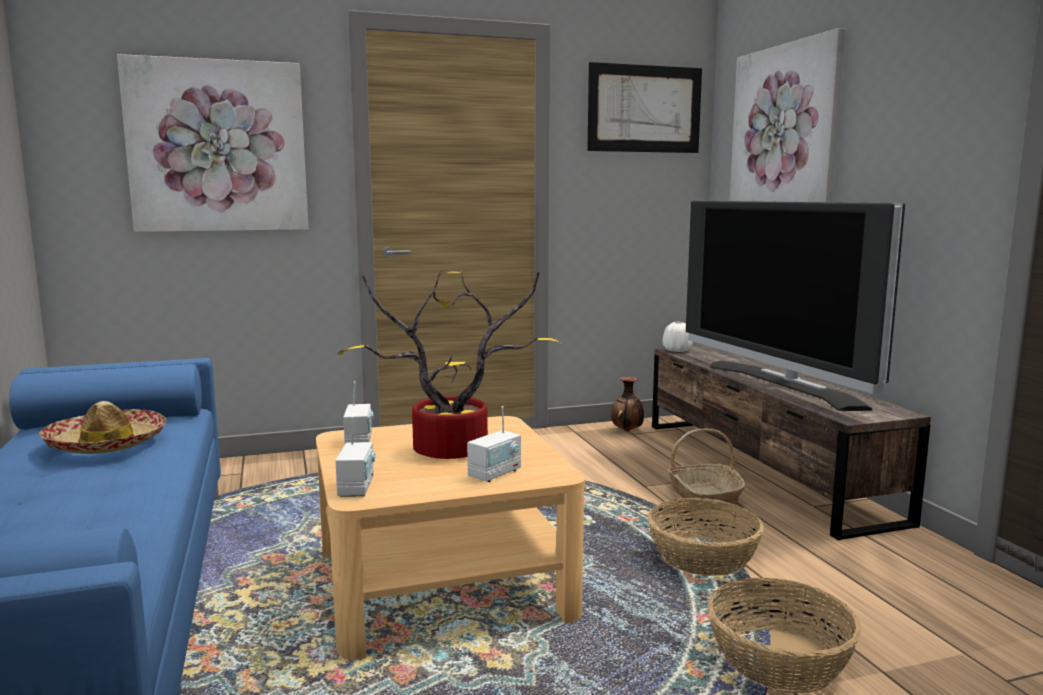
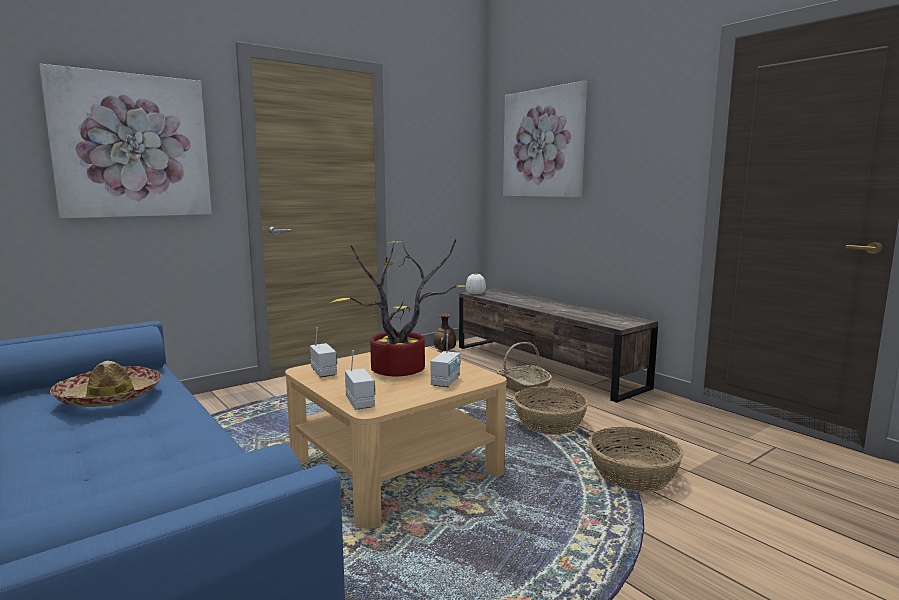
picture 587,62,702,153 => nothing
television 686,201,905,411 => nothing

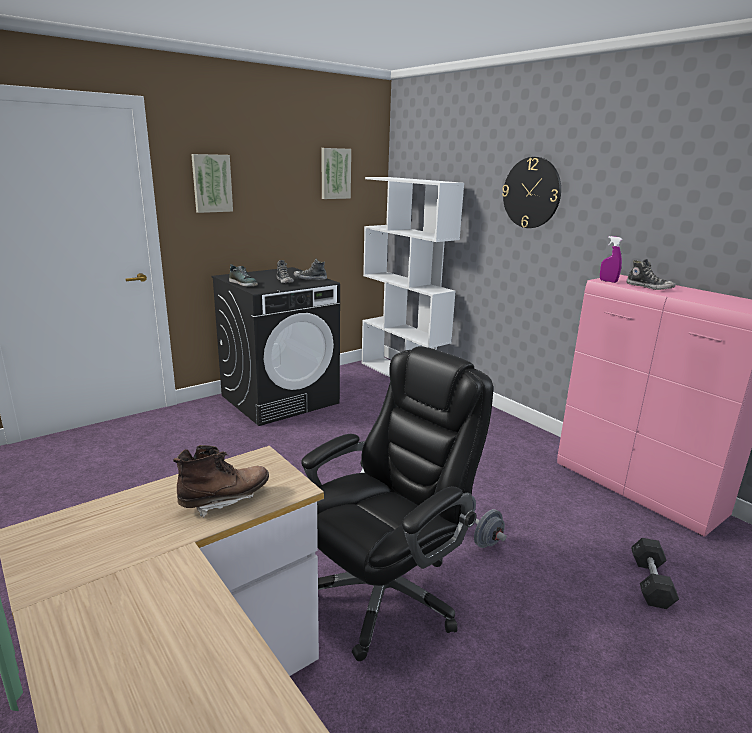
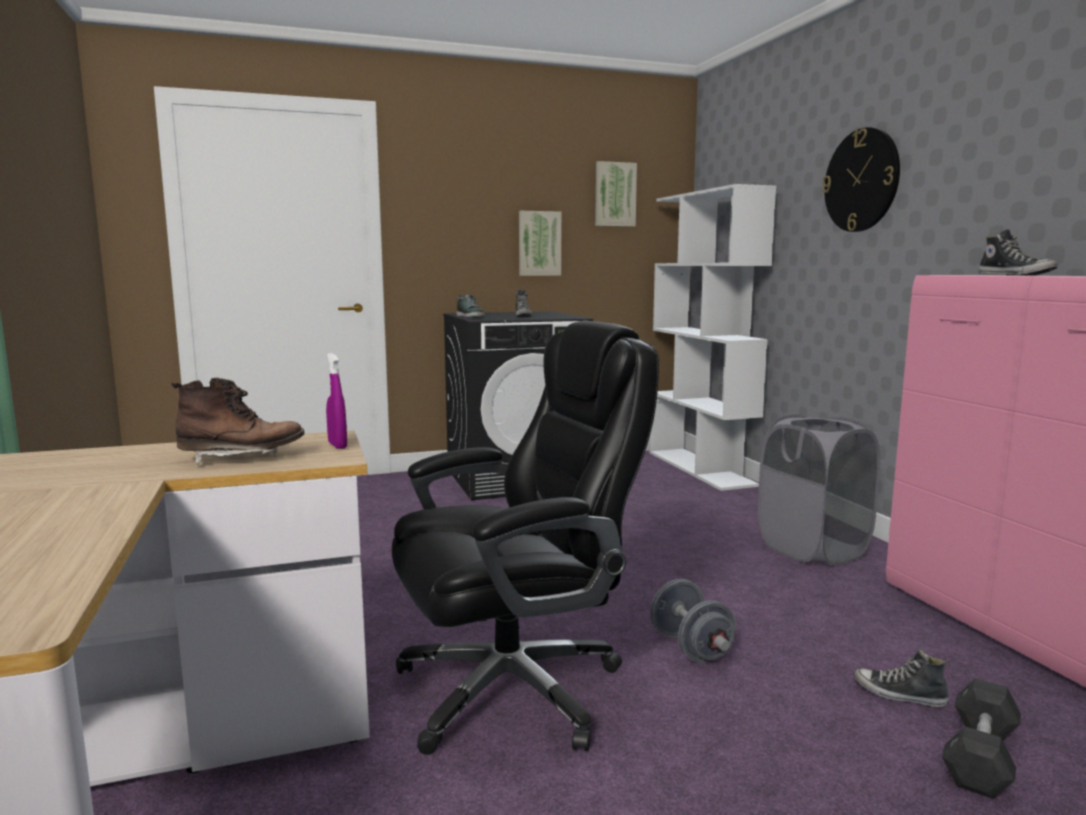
picture 191,154,233,213 => picture 519,211,561,276, shifted
spray bottle (purple) 600,236,622,283 => spray bottle (purple) 326,353,347,449, shifted
shoe 294,259,327,280 => shoe 854,649,949,707, shifted
nothing => laundry basket (grey) 758,414,880,566

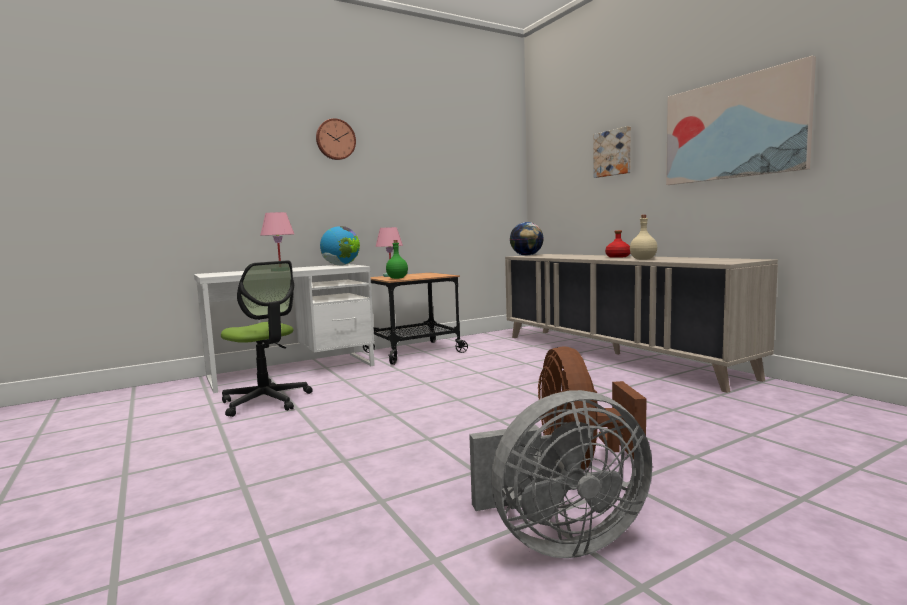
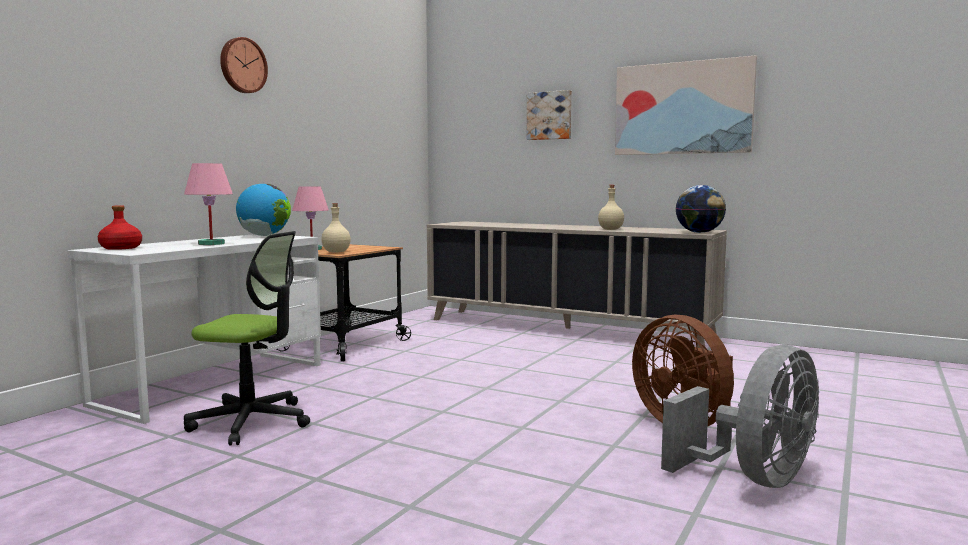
globe 510,222,544,256 => globe 675,185,726,233, shifted
bottle (red) 605,230,630,258 => bottle (red) 98,206,142,250, shifted
bottle (green) 386,240,408,279 => bottle (beige) 321,203,351,253

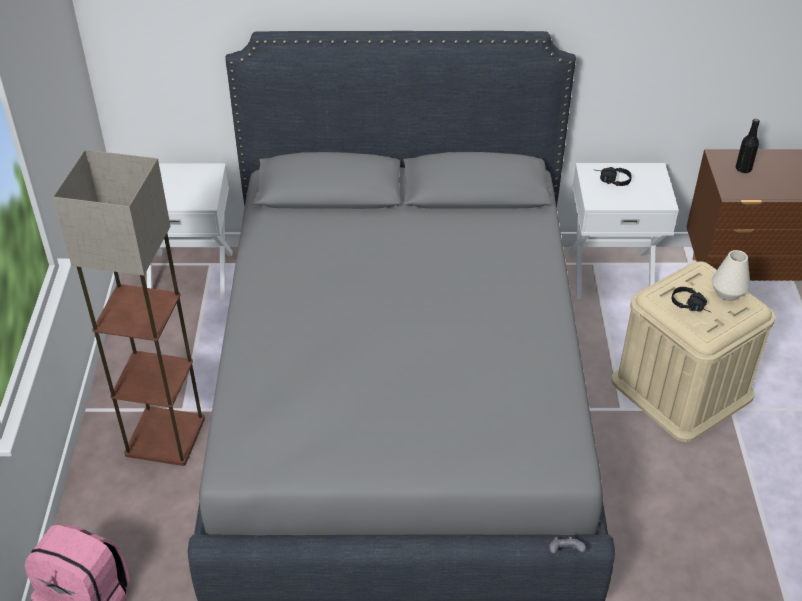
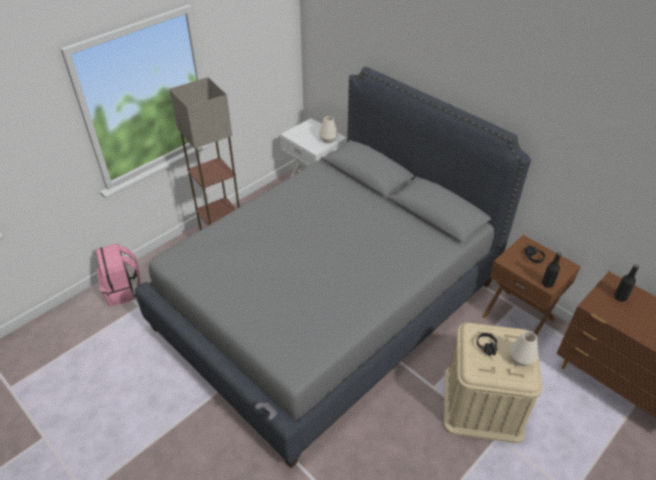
nightstand (white) 569,163,679,299 => nightstand (brown) 482,235,581,336
nothing => vase (white) 319,116,338,143
nothing => bottle (black) 542,252,561,288

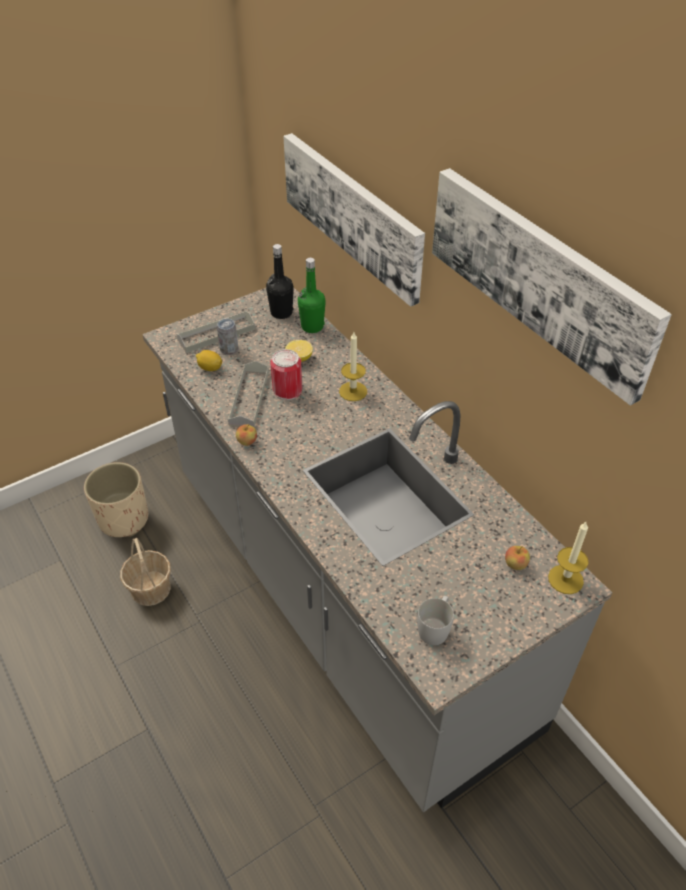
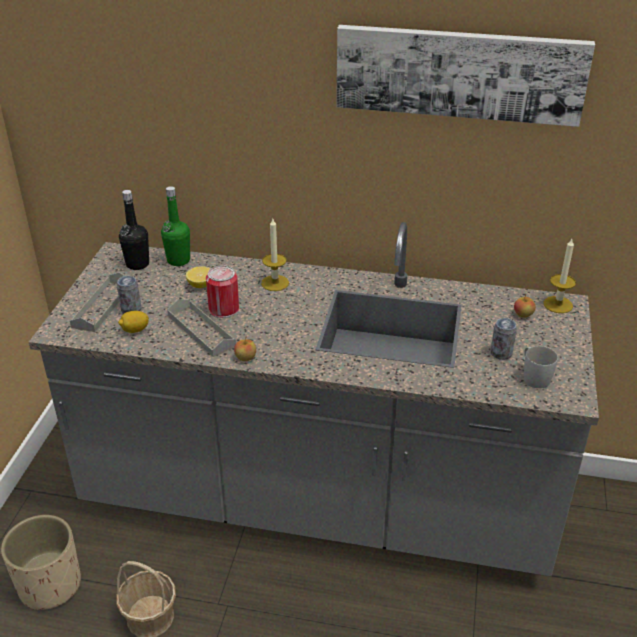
picture 283,133,425,307 => nothing
nothing => can 491,318,517,360

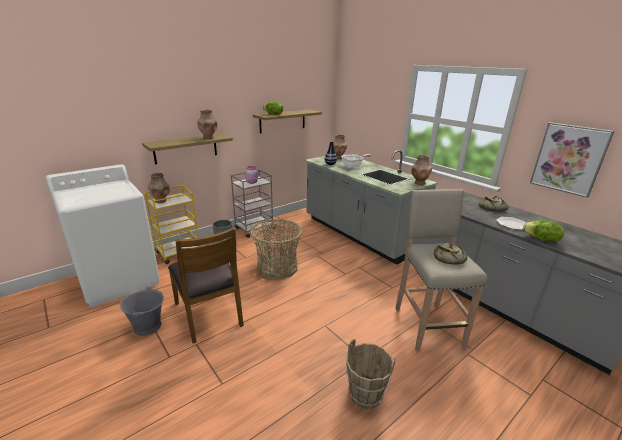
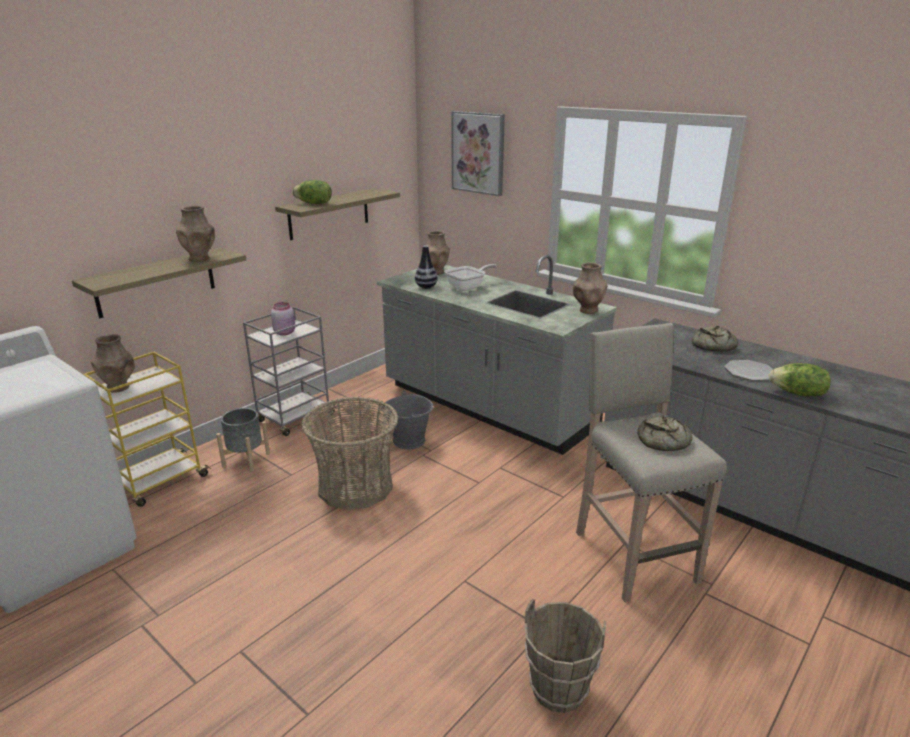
picture 530,122,614,198 => picture 452,111,505,196, shifted
chair (brown) 168,227,244,343 => nothing
bucket (grey) 120,287,164,336 => bucket (grey) 381,391,433,450, shifted

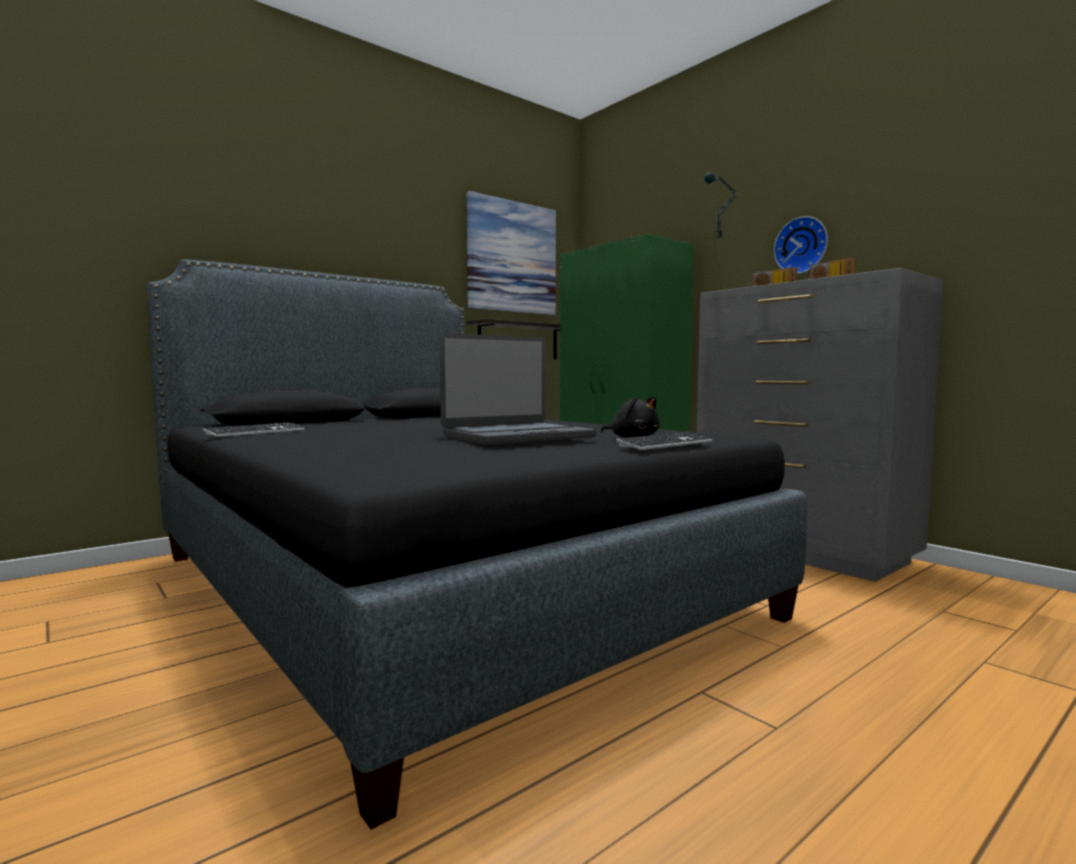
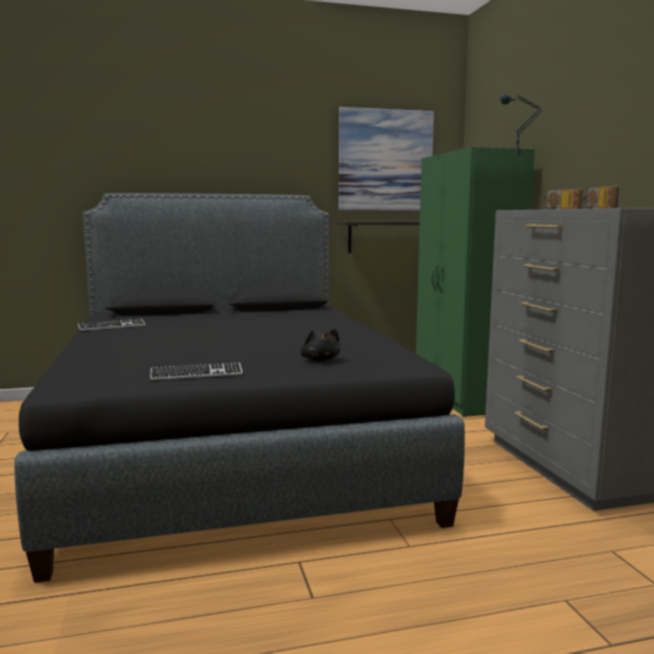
wall clock 774,216,828,274 => nothing
laptop 440,333,597,445 => nothing
keyboard 616,432,712,450 => keyboard 150,363,243,380, shifted

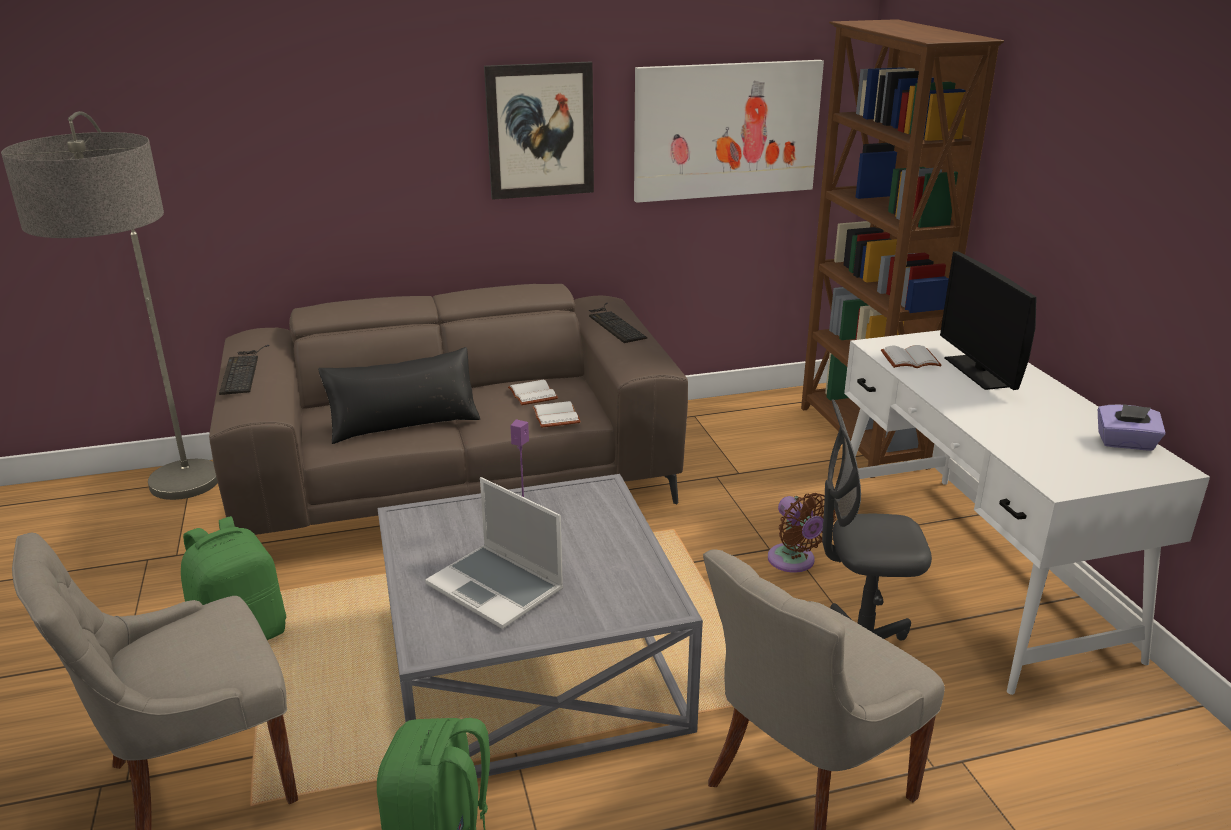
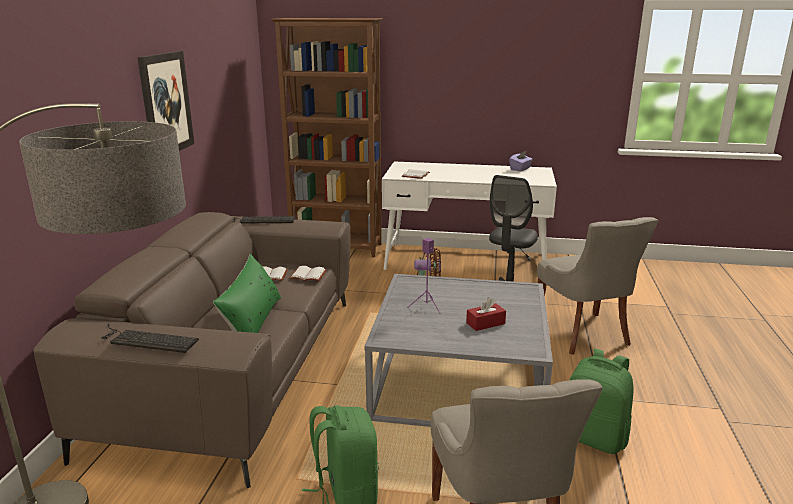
picture 634,60,824,203 => nothing
monitor 940,251,1037,390 => nothing
pillow (black) 318,347,480,444 => pillow (green) 213,254,281,333
laptop 425,477,564,629 => tissue box (red) 466,297,506,331

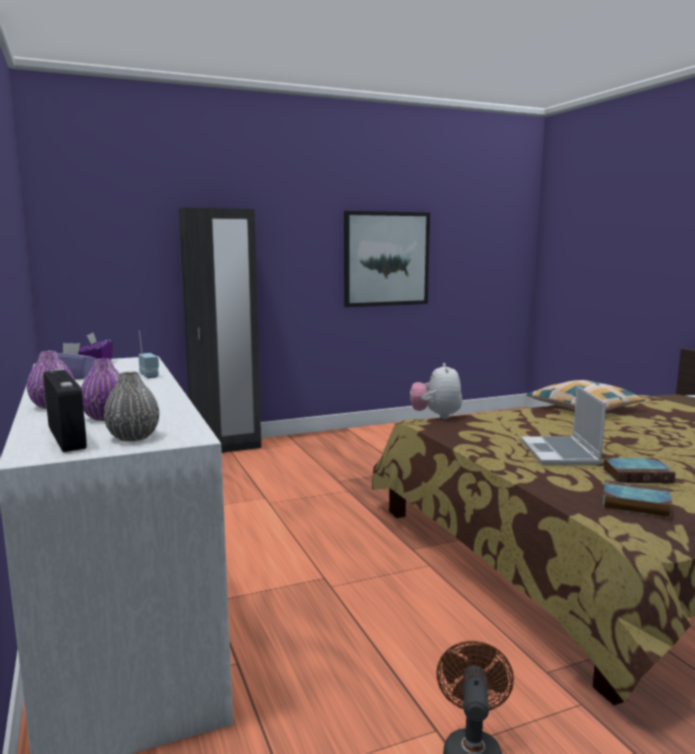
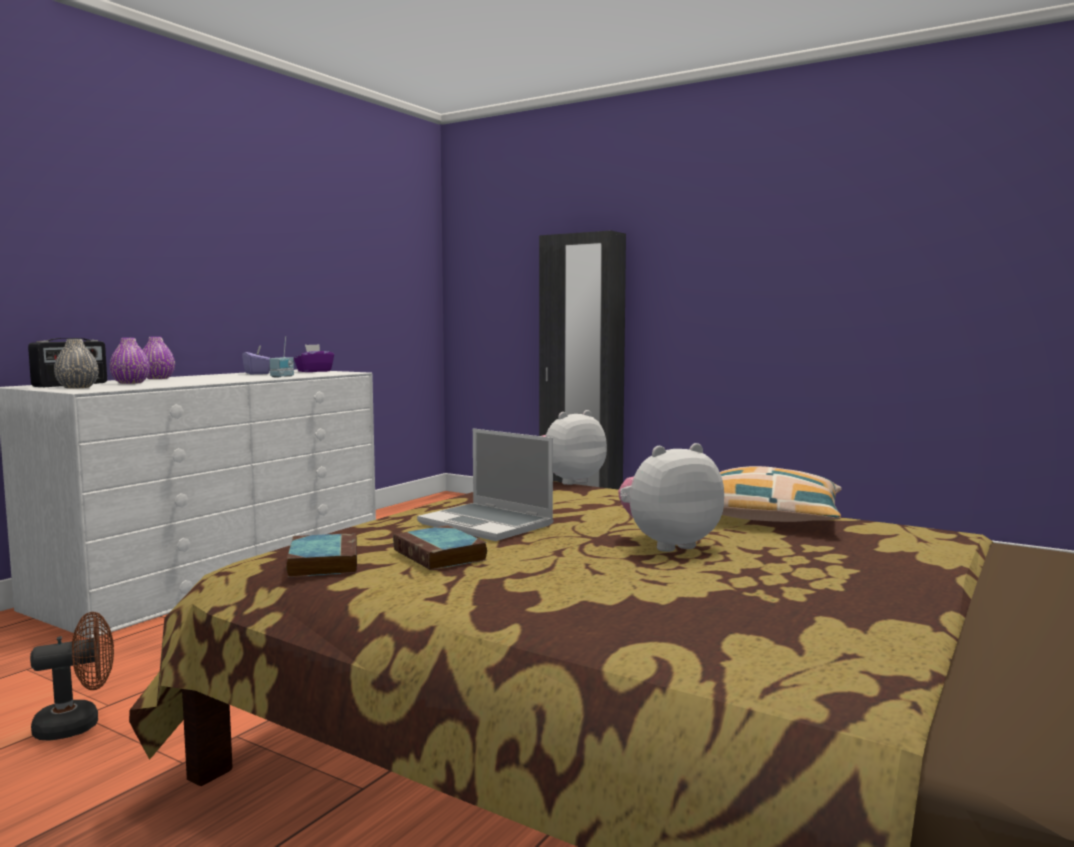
picture 344,211,430,307 => nothing
laptop 521,385,606,465 => laptop 417,428,554,541, 105 degrees counterclockwise
nothing => plush toy 618,443,724,552

